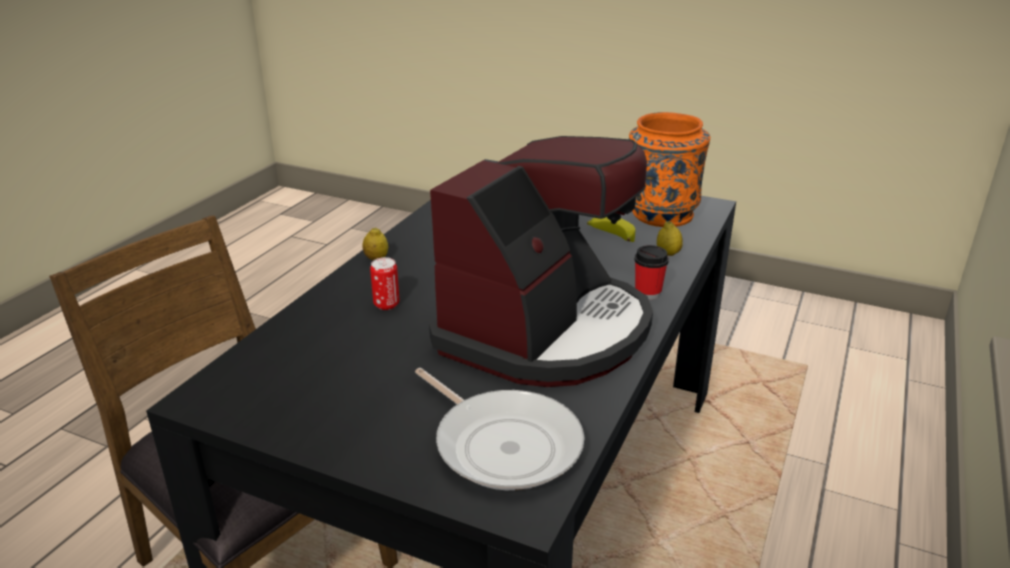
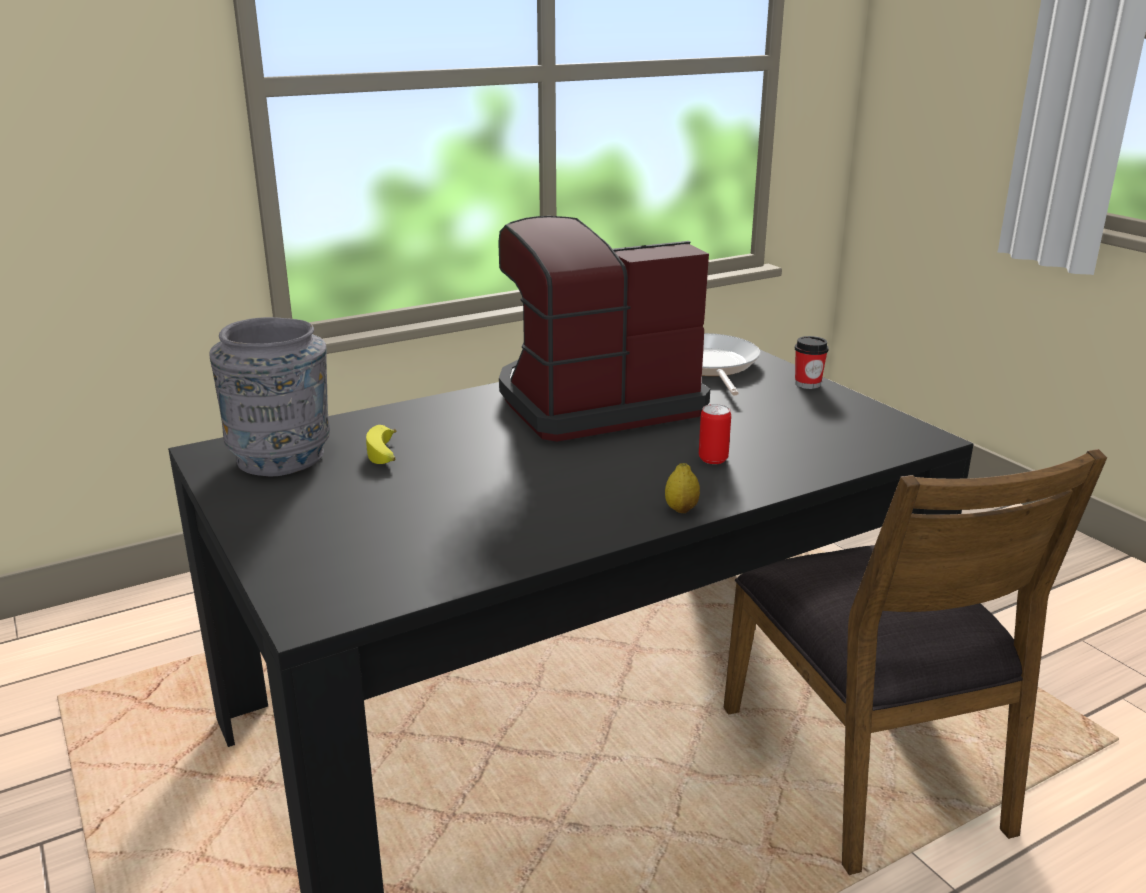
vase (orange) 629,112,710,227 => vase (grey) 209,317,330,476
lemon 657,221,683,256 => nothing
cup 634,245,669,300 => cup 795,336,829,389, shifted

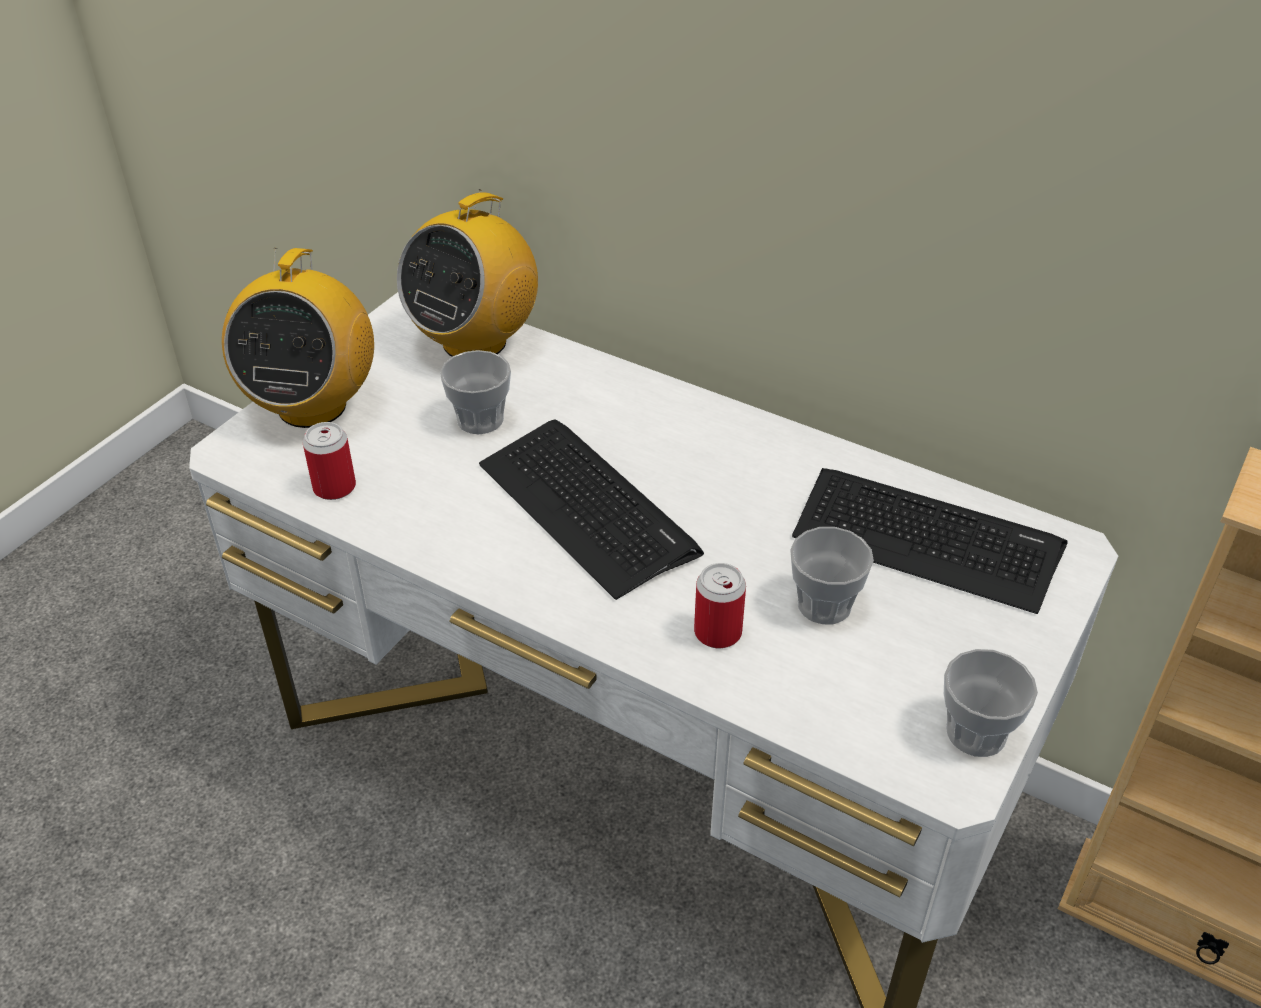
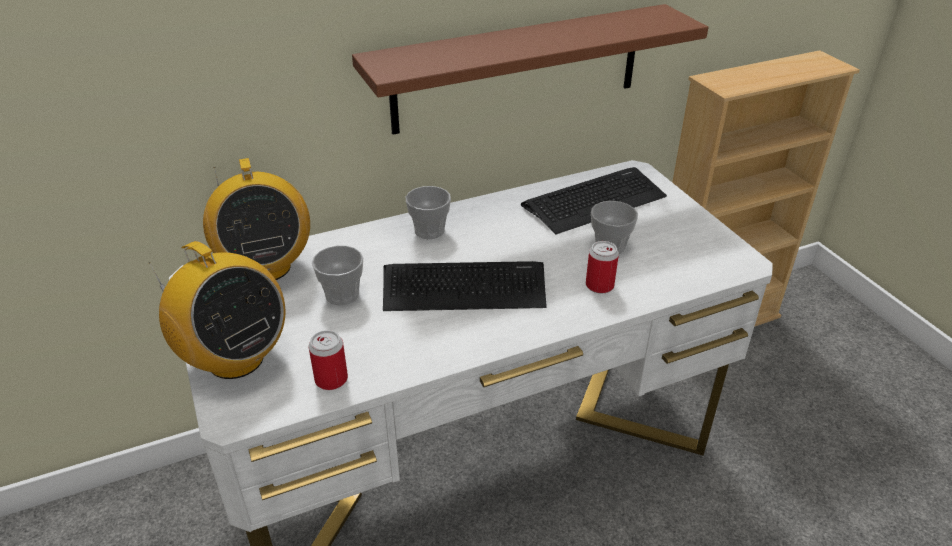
cup 944,649,1038,757 => cup 406,186,451,239, shifted
nothing => shelf (brown) 352,4,708,135

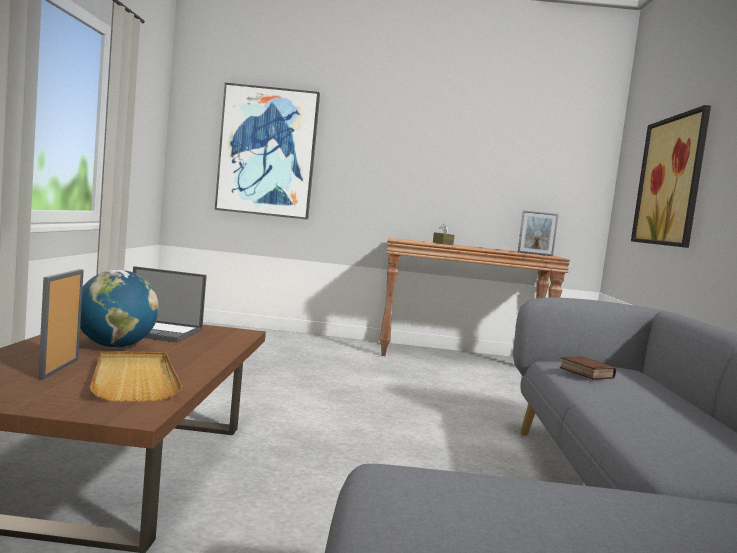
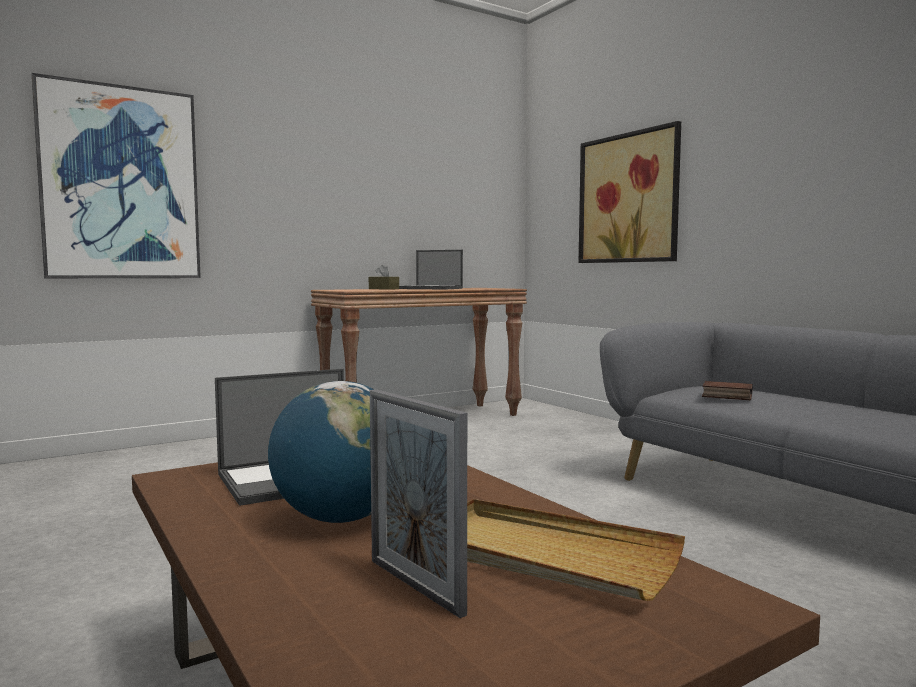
picture frame 518,210,559,256 => nothing
nothing => laptop 399,250,463,290

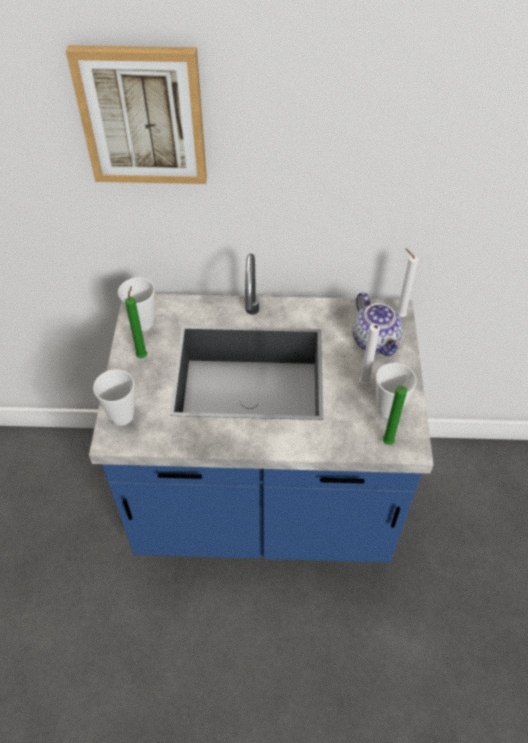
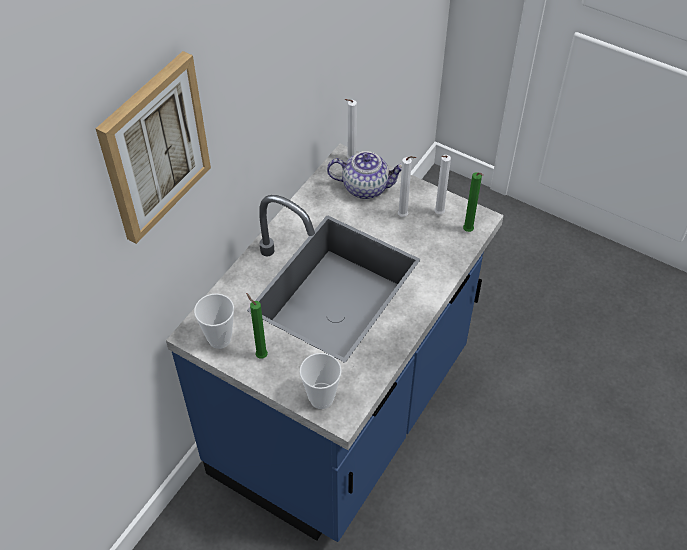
cup 376,363,417,419 => candle (white) 434,155,451,214

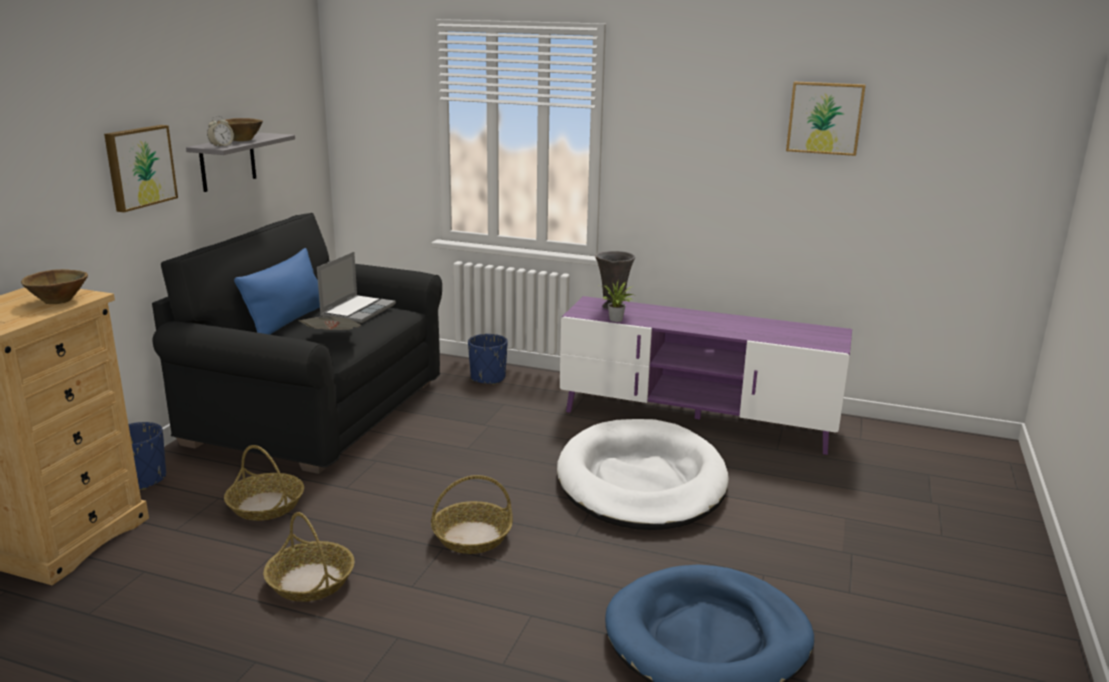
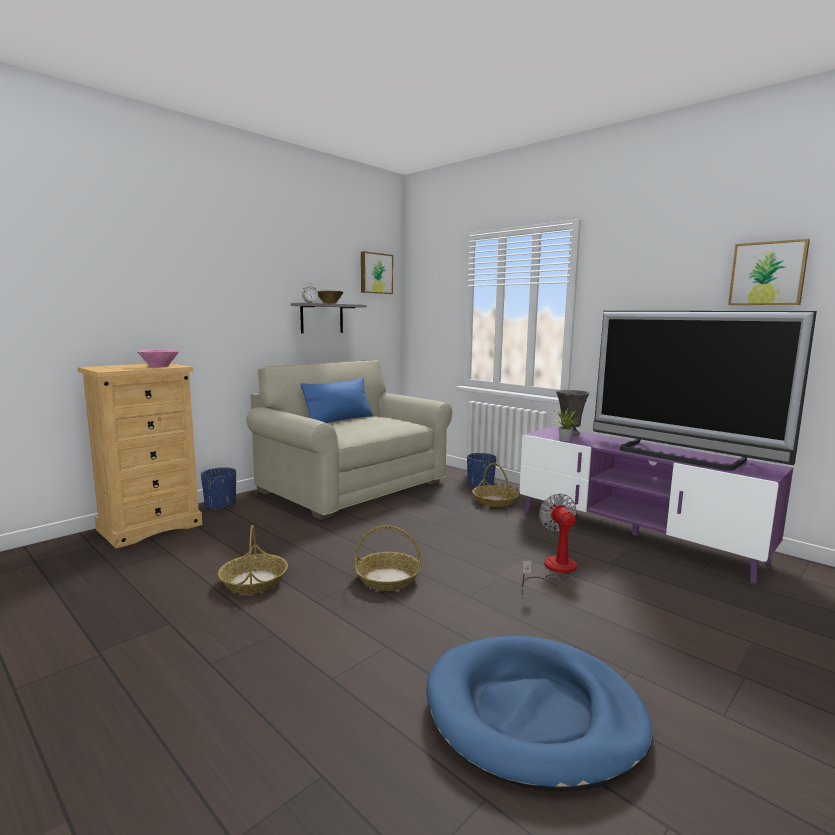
picture 104,125,178,212 => picture 361,251,393,294, shifted
sofa (black) 152,213,442,474 => sofa (beige) 246,359,453,520
laptop 317,252,396,323 => nothing
bowl (brown) 21,269,88,304 => bowl (pink) 137,349,179,367
newspaper 298,316,362,330 => nothing
dog bed (white) 557,419,729,530 => fan 521,493,577,588
basket 224,445,304,521 => basket 472,463,519,507, shifted
nothing => television 593,311,817,471

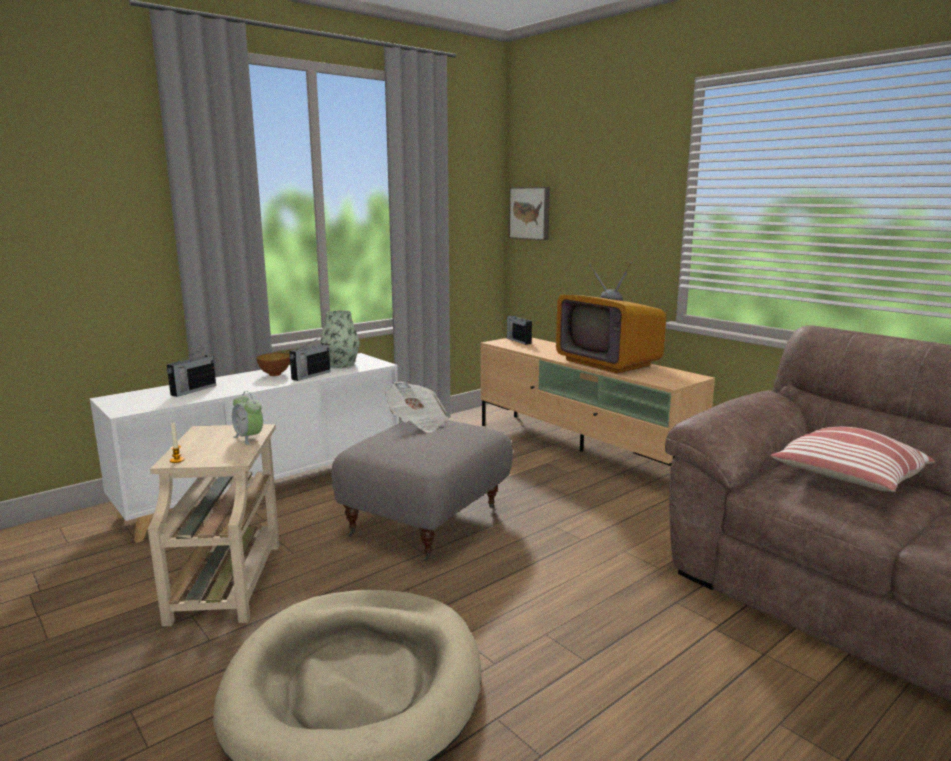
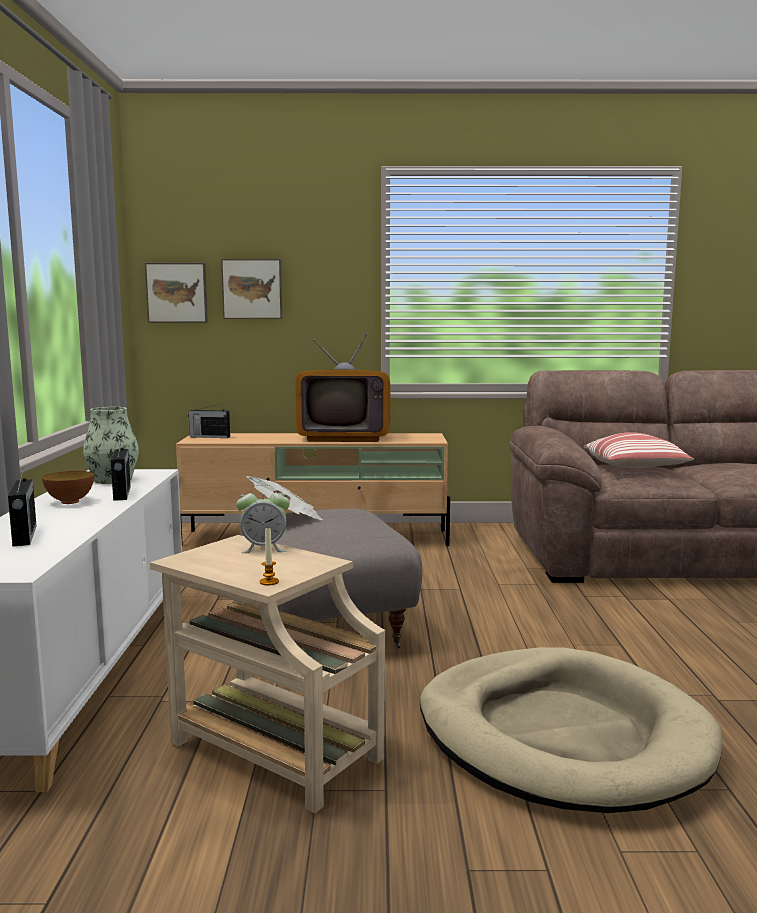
nothing => picture 221,259,282,319

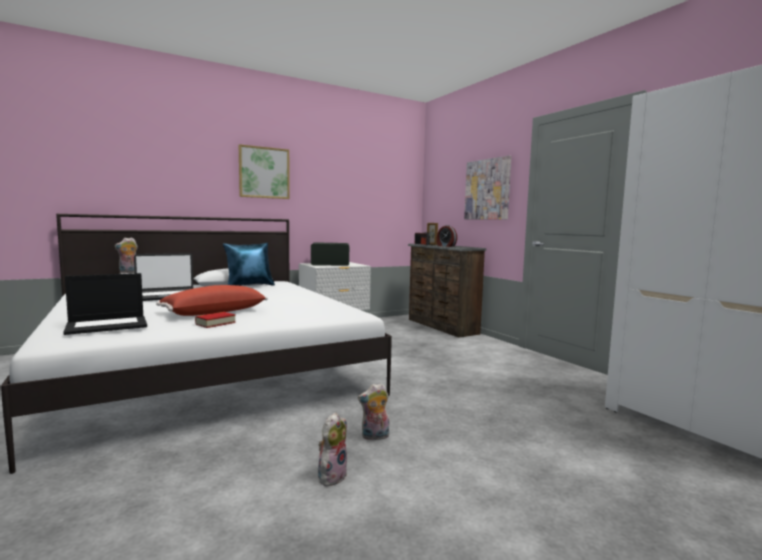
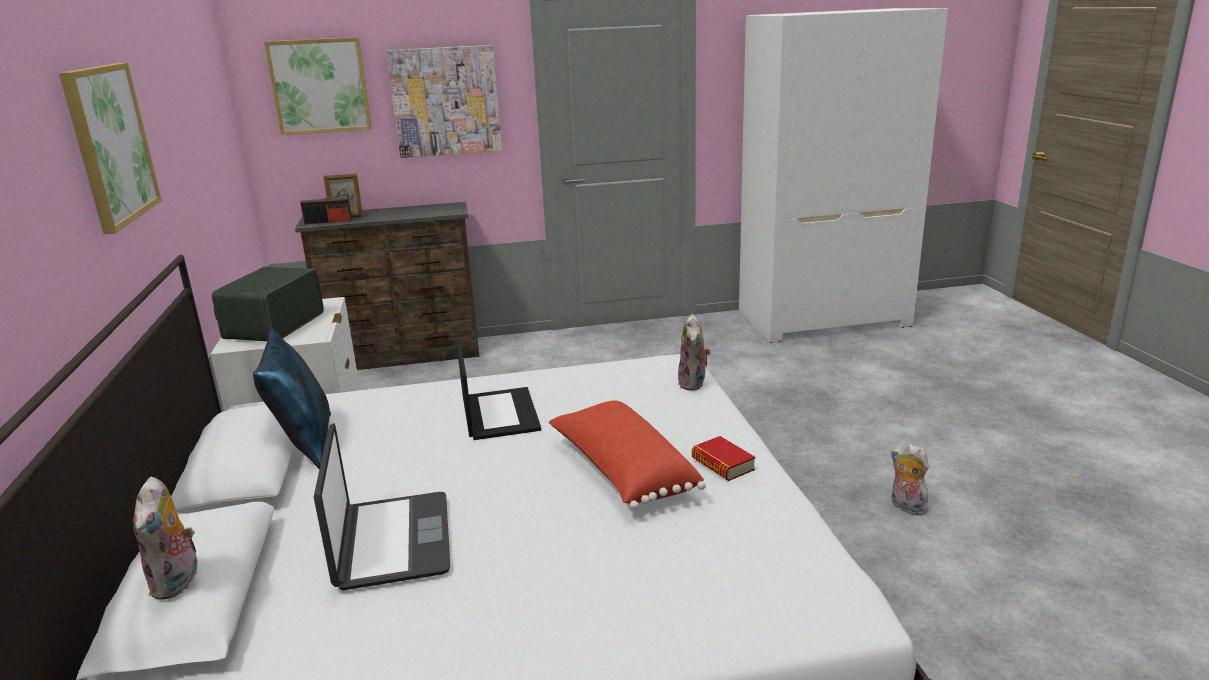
alarm clock 436,225,457,247 => nothing
laptop 64,273,147,335 => laptop 456,339,541,440, shifted
plush toy 358,383,390,440 => plush toy 678,314,711,391, shifted
nothing => picture 264,37,372,135

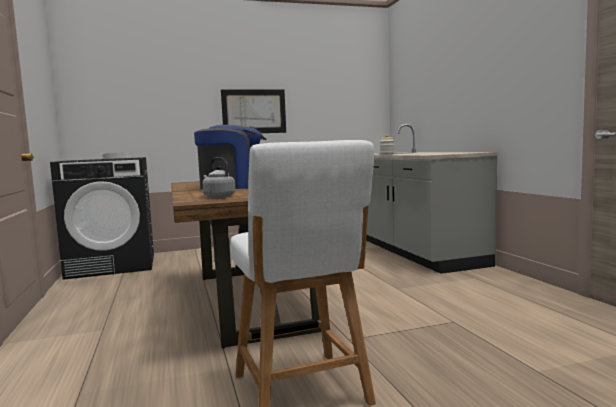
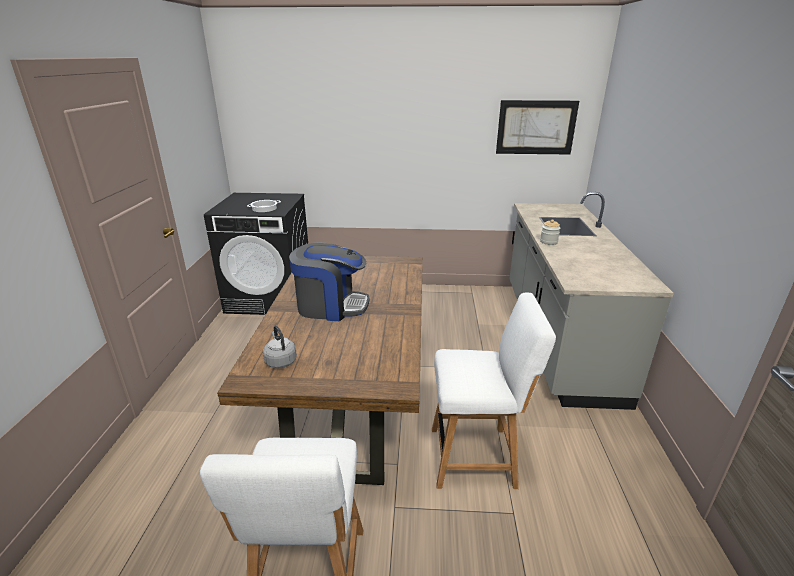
picture 221,89,286,133 => picture 496,100,579,154, shifted
nothing => chair (white) 432,293,556,489

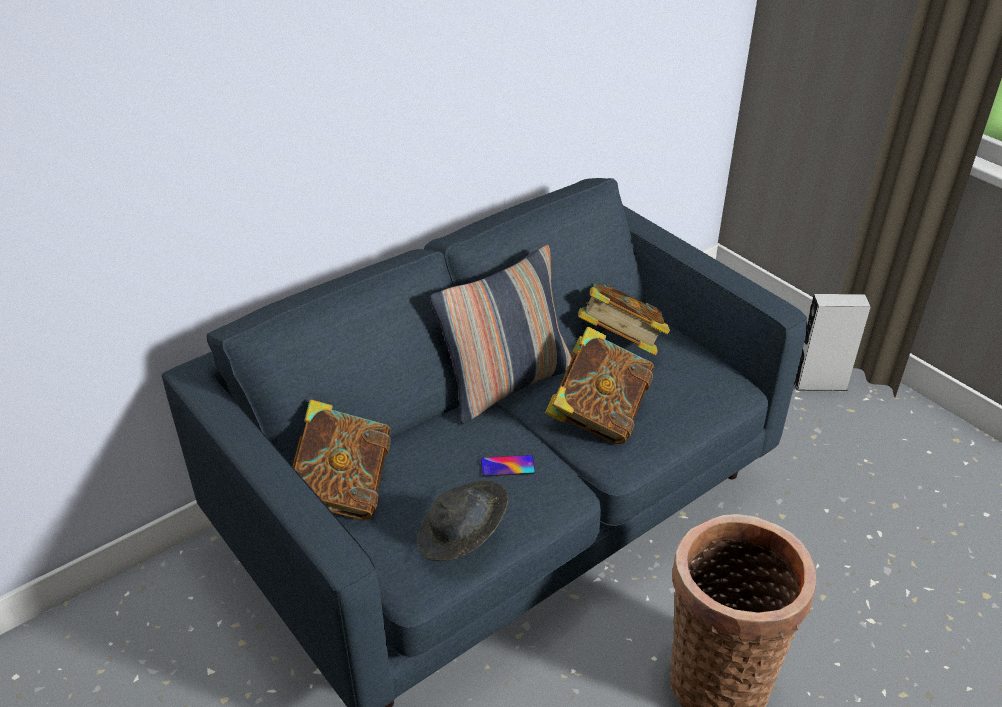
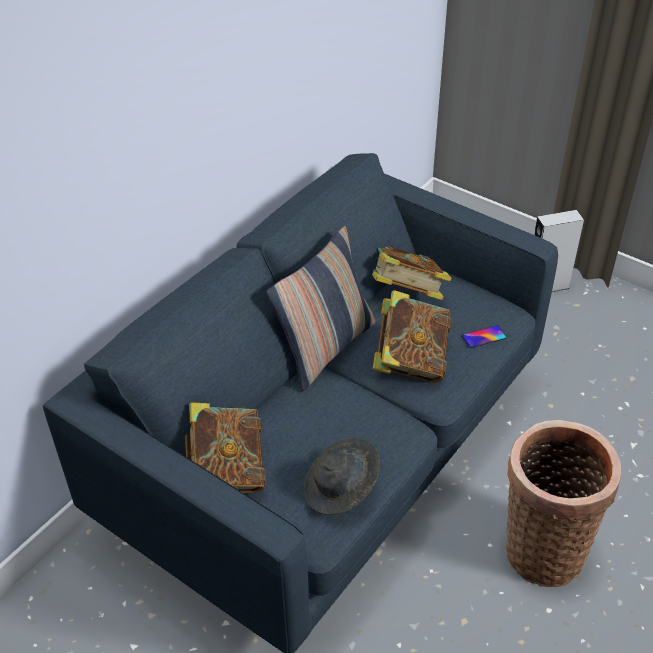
phone 481,455,535,476 => phone 462,325,506,348, shifted

